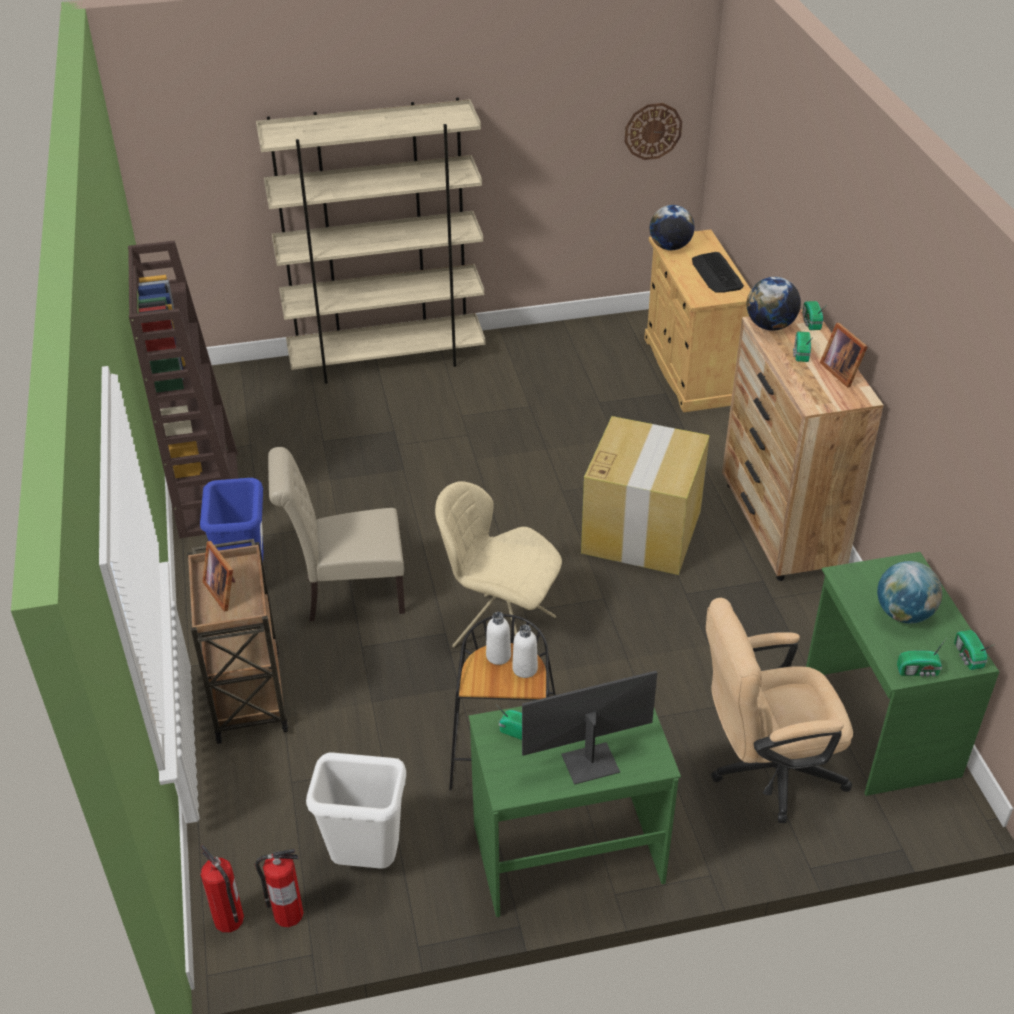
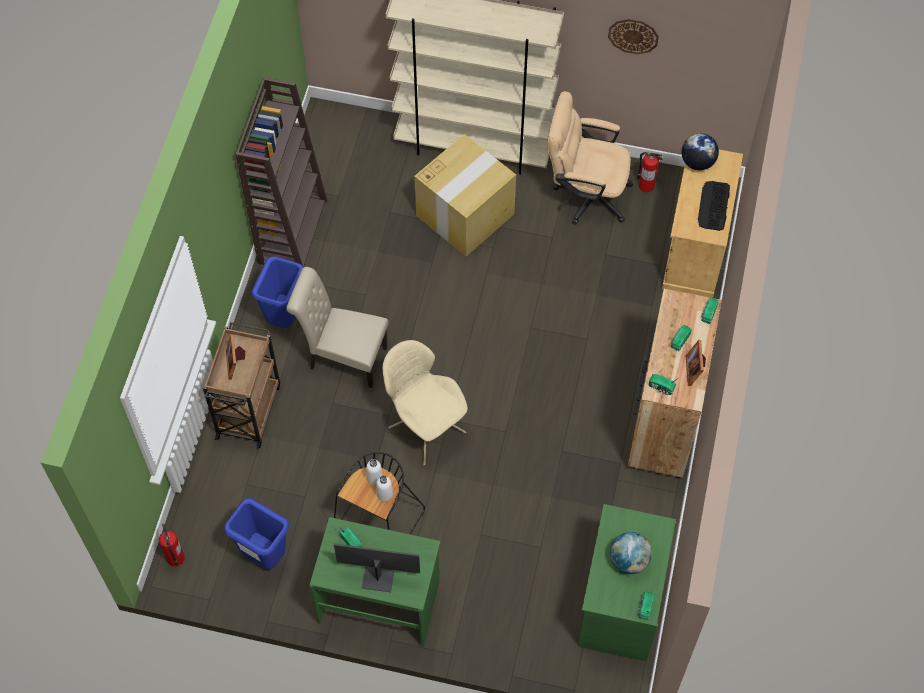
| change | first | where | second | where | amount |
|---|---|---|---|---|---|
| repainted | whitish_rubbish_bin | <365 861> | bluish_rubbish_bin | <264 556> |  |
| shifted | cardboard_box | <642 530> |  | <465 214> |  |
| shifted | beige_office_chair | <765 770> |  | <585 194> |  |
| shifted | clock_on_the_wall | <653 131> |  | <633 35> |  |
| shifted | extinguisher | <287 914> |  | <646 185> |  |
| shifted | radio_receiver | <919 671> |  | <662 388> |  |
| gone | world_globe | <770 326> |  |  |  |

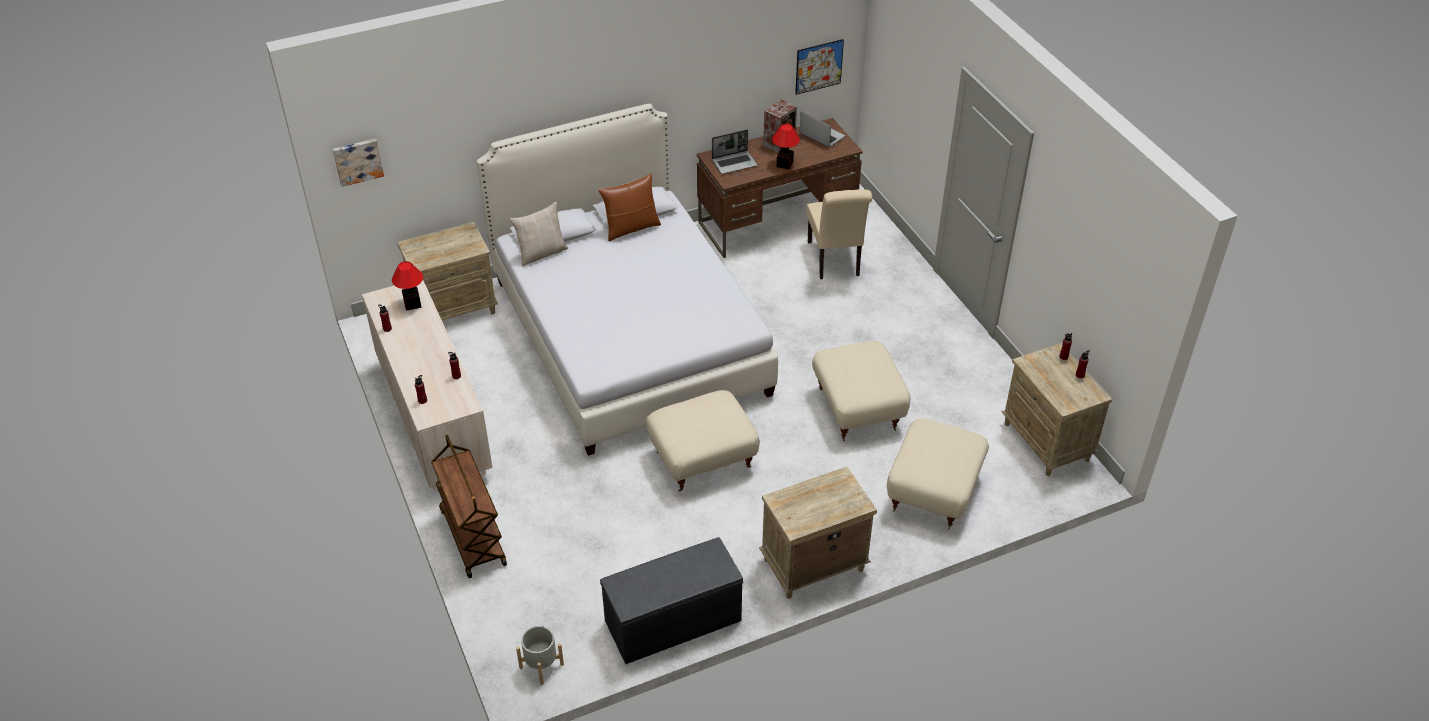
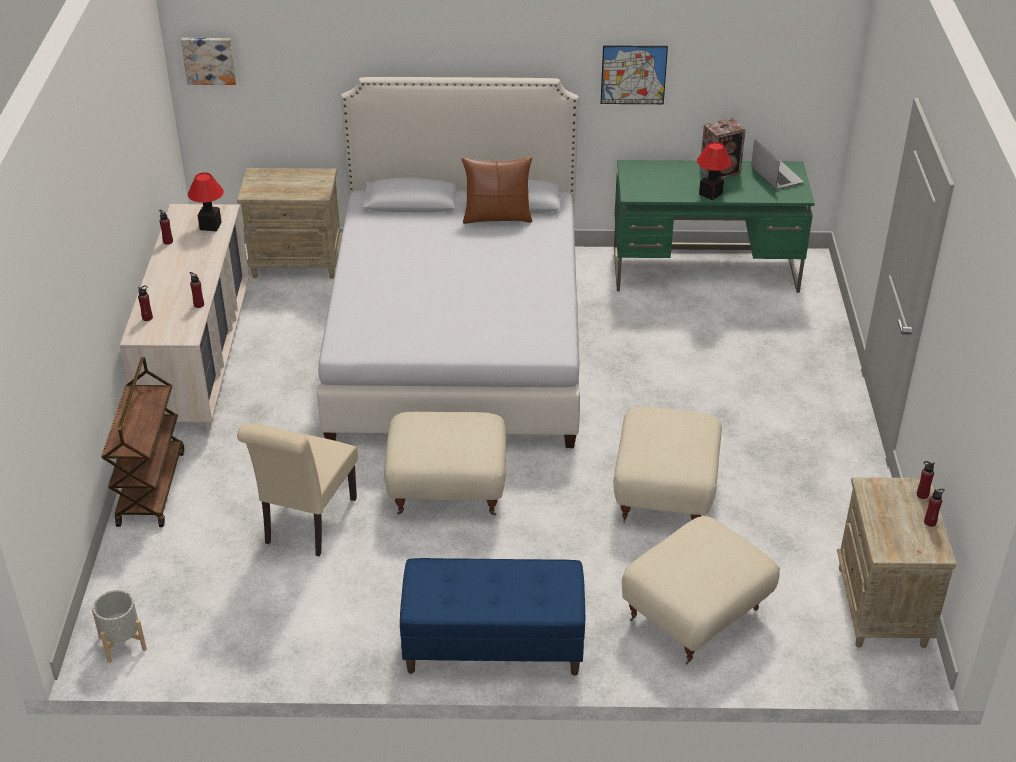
| change | first | where | second | where | amount |
|---|---|---|---|---|---|
| shifted | beige_chair | <835 261> |  | <307 524> |  |
| swapped | beige_bedside_table | <813 565> | bluish_bench | <492 646> |  |
| shifted | wall_art | <819 66> |  | <633 74> |  |
| repainted | brown_desk | <777 221> | green-coloured_desk | <705 270> |  |
| gone | beige_throw_pillow | <541 253> |  |  |  |
| gone | gray_bench | <672 622> |  |  |  |
| gone | portable_computer | <734 163> |  |  |  |

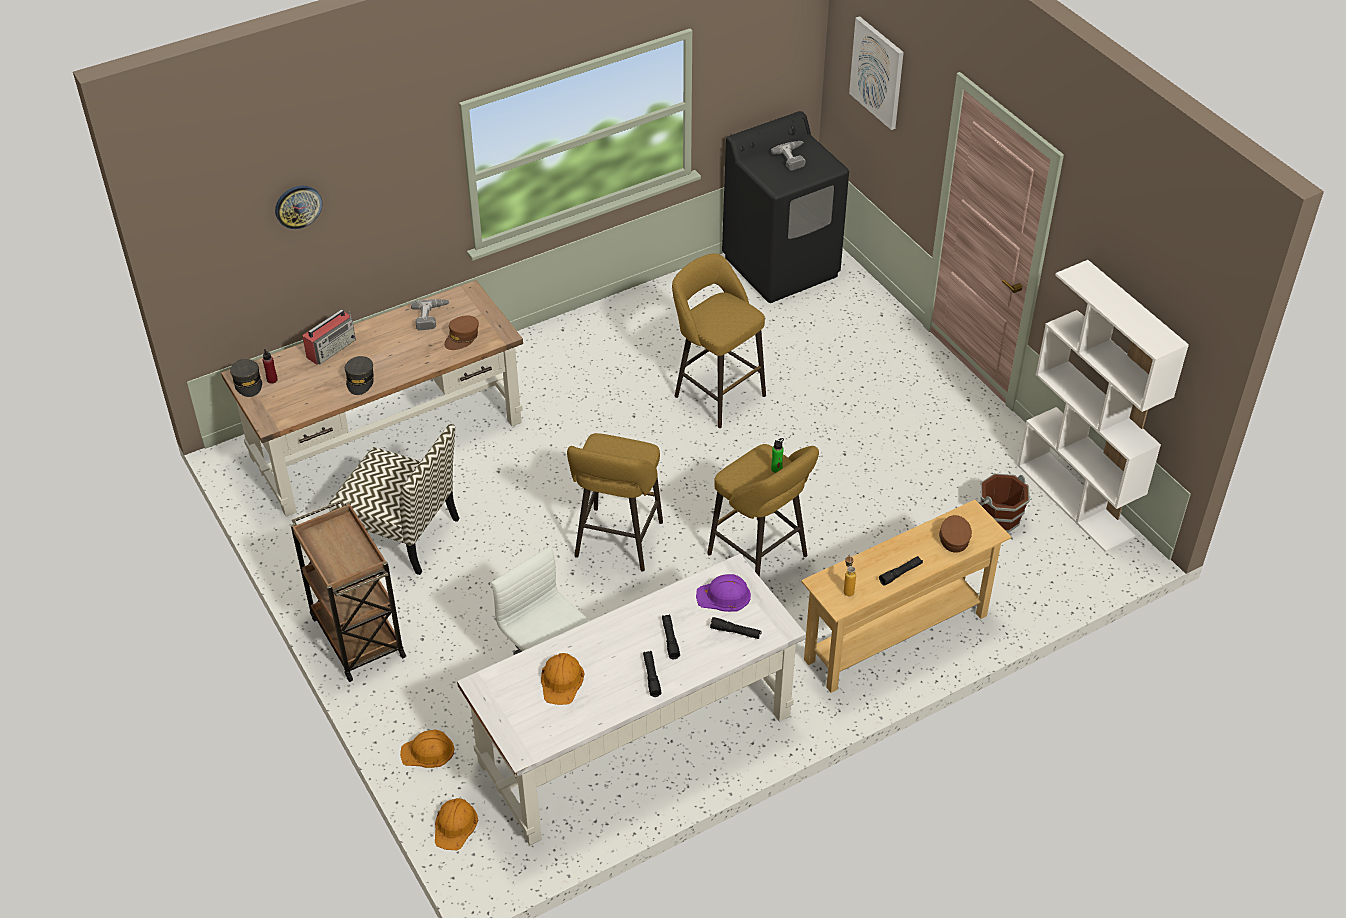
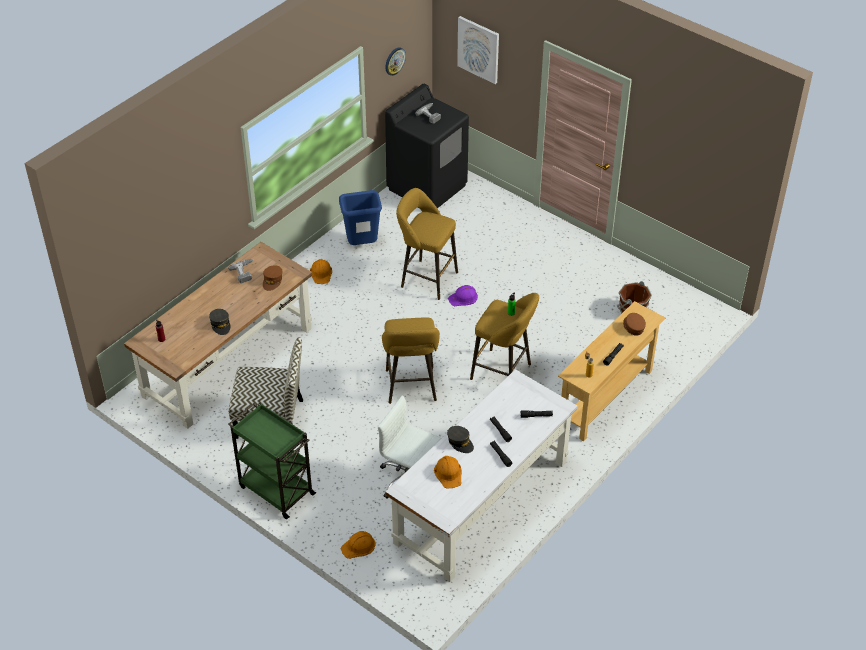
| change | first | where | second | where | amount |
|---|---|---|---|---|---|
| repainted | brown_wheeled_cart | <356 635> | green-coloured_wheeled_cart | <275 489> |  |
| shifted | orangey_hard_hat | <455 825> |  | <321 273> |  |
| new |  |  | bluish_rubbish_bin | <362 245> |  |
| shifted | clock_on_the_wall | <298 206> |  | <394 61> |  |
| shifted | gray_baseball_cap | <248 382> |  | <460 442> |  |
| shifted | purple-coloured_hard_hat | <724 596> |  | <463 298> |  |
| gone | radio_receiver | <332 348> |  |  |  |
| gone | whitish_shelving_unit | <1076 501> |  |  |  |

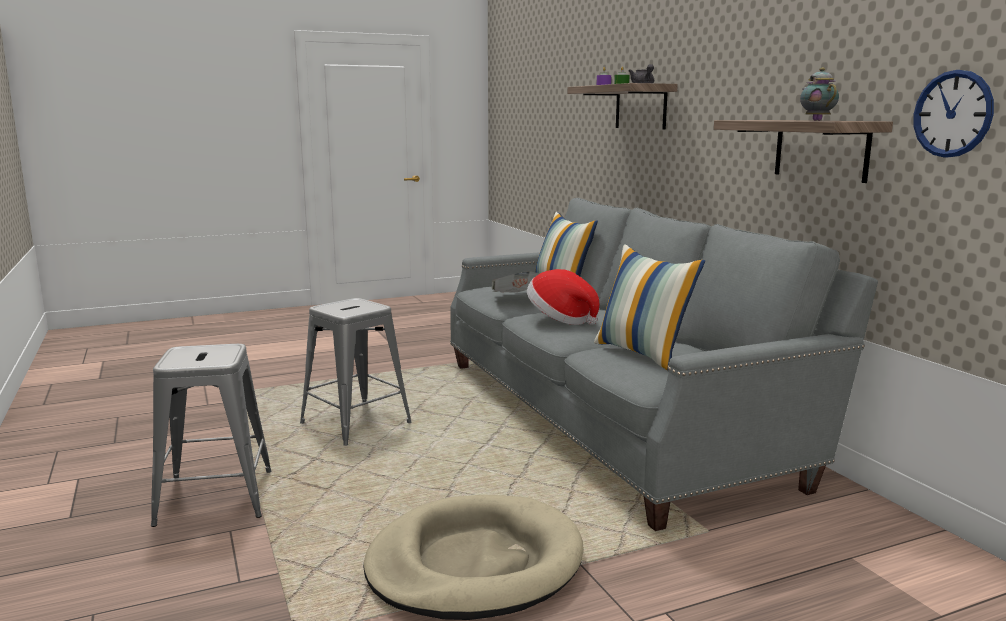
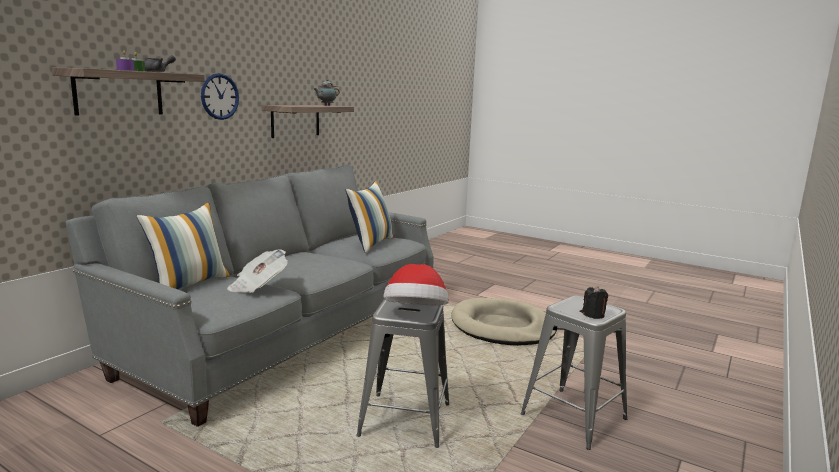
| change | first | where | second | where | amount |
|---|---|---|---|---|---|
| shifted | clock_on_the_wall | <952 114> |  | <220 96> |  |
| shifted | wearable_hat | <560 319> |  | <416 314> |  |
| new |  |  | blackish_wax_light | <593 315> |  |

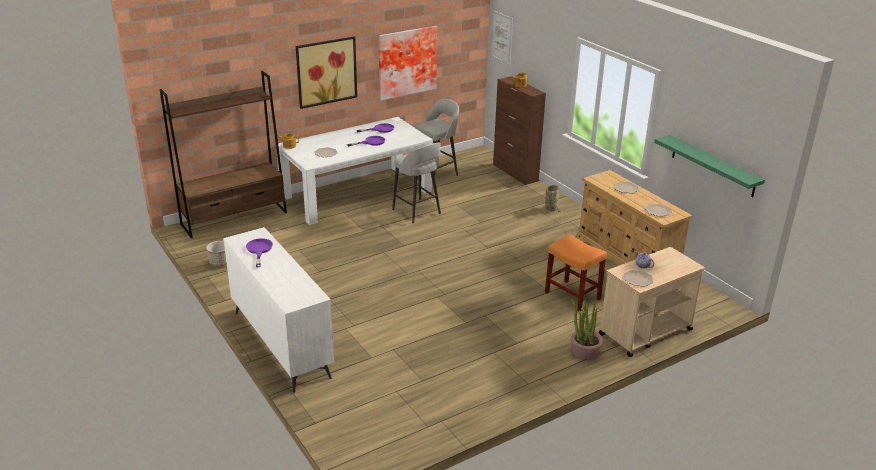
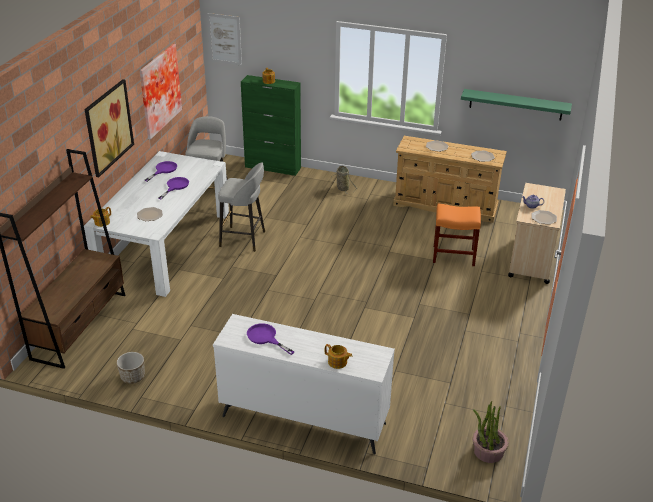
| change | first | where | second | where | amount |
|---|---|---|---|---|---|
| repainted | brown_storage_cabinet | <515 172> | green-coloured_storage_cabinet | <273 167> |  |
| new |  |  | tea_pot | <337 362> |  |
| shifted | potted_plant | <585 350> |  | <488 451> |  |

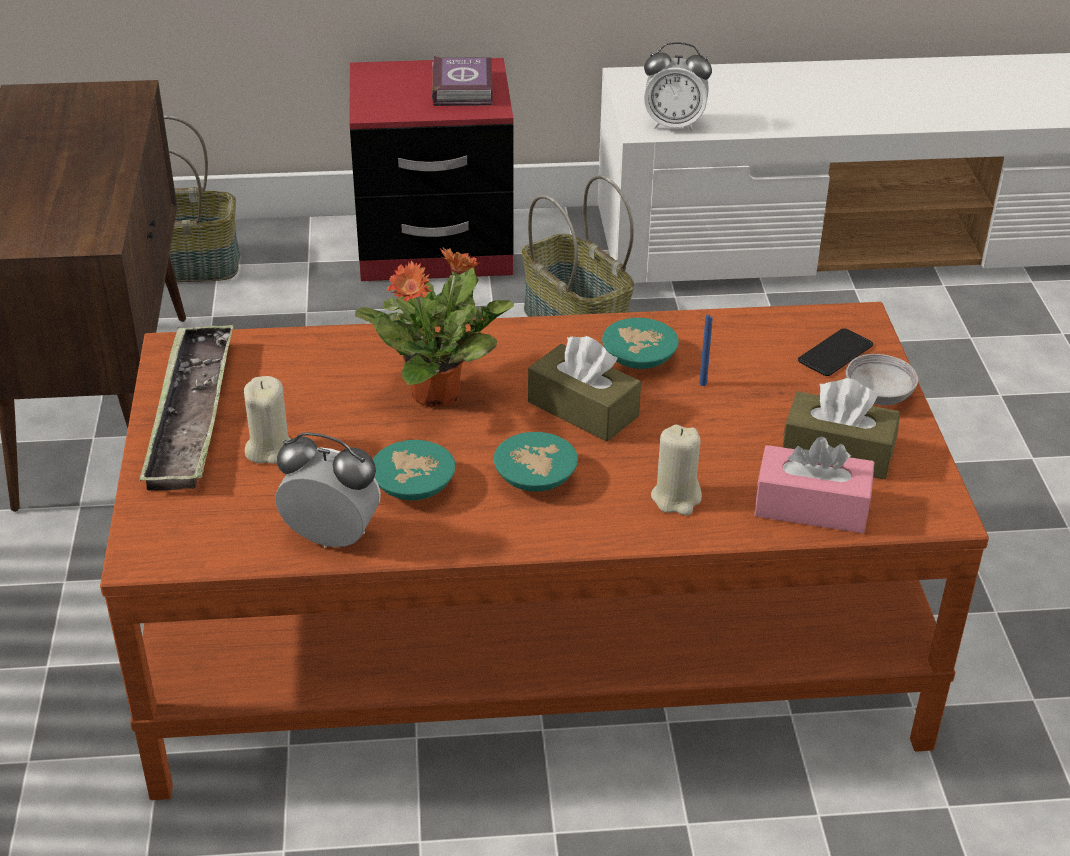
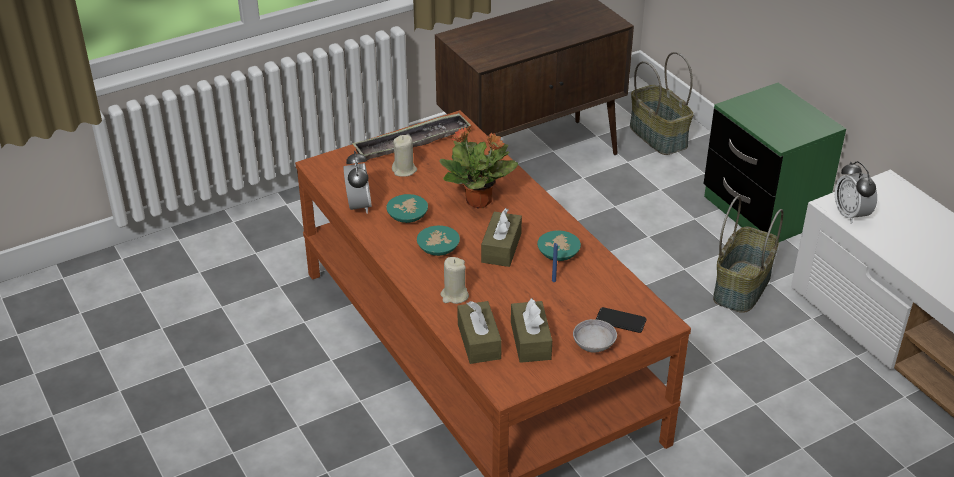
| change | first | where | second | where | amount |
|---|---|---|---|---|---|
| repainted | pinkish_box_of_tissues | <811 506> | brown_box_of_tissues | <479 341> |  |
| repainted | red-coloured_bedside_table | <434 247> | green-coloured_bedside_table | <763 210> |  |
| gone | bound_book | <464 88> |  |  |  |

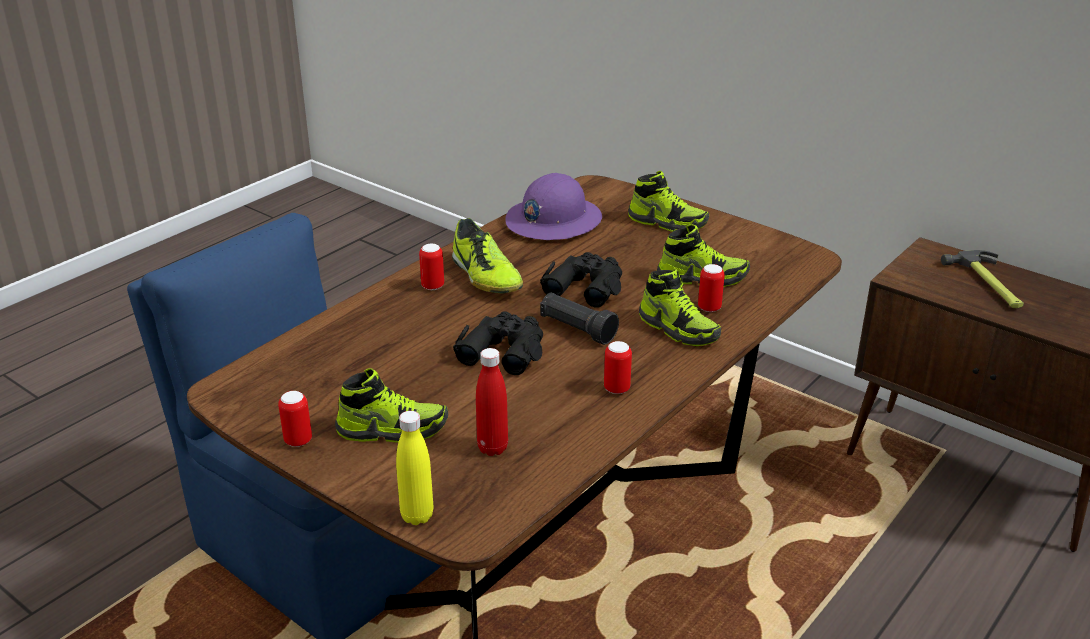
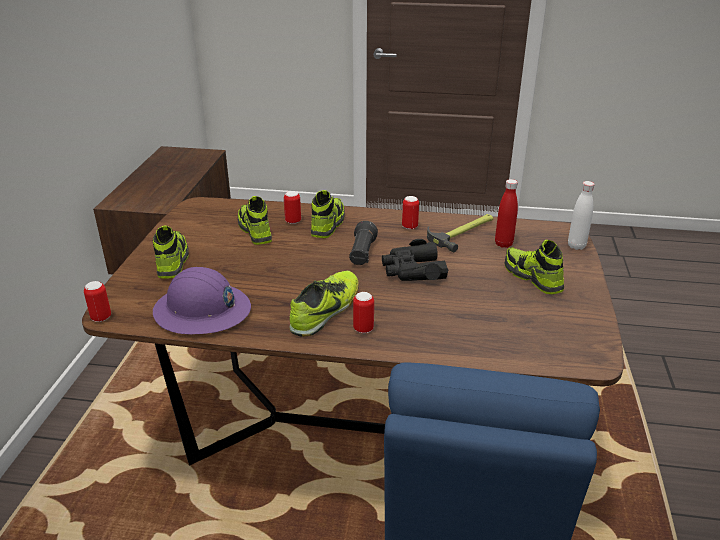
| change | first | where | second | where | amount |
|---|---|---|---|---|---|
| shifted | can | <298 441> |  | <101 317> |  |
| shifted | hand_hammer | <989 284> |  | <463 232> |  |
| repainted | yellowish_beverage_bottle | <417 516> | whitish_beverage_bottle | <576 246> |  |
| gone | blackish_binoculars | <586 286> |  |  |  |

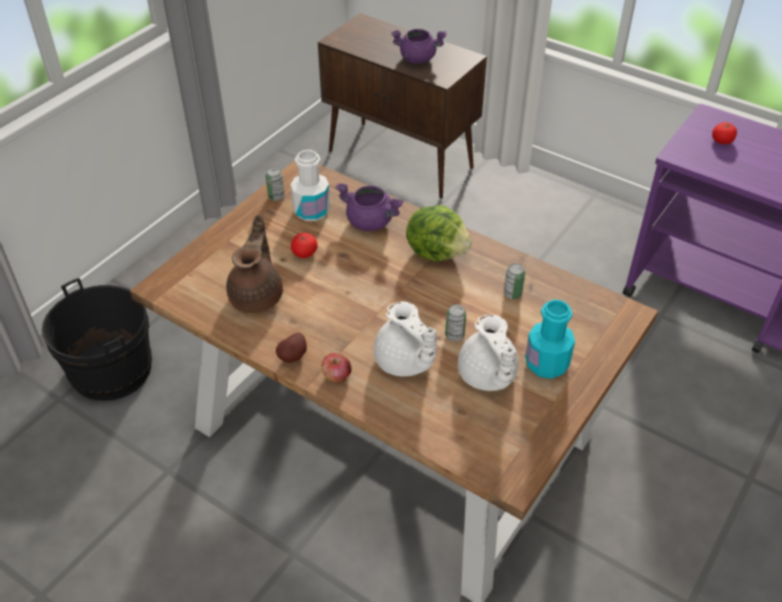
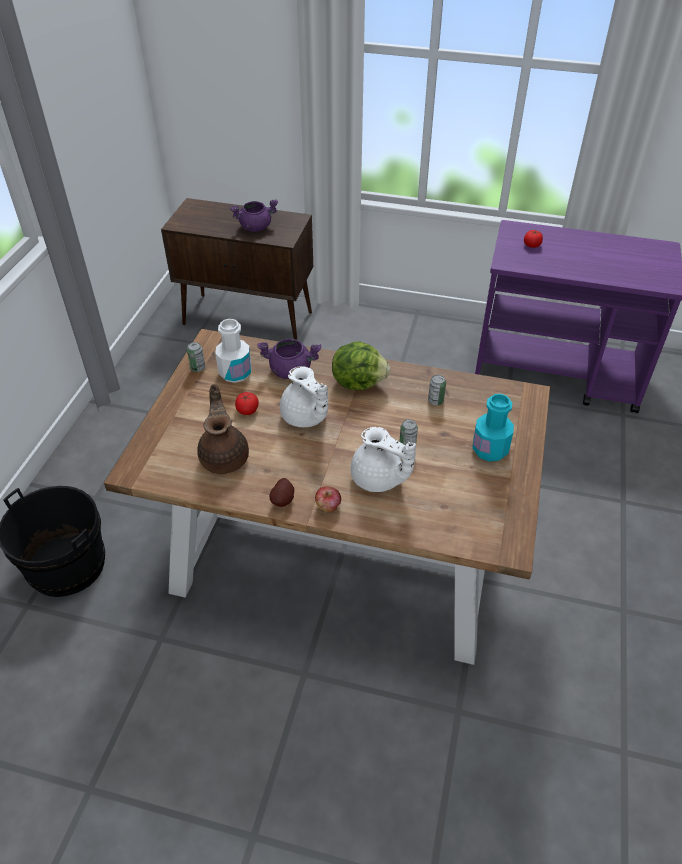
| change | first | where | second | where | amount |
|---|---|---|---|---|---|
| shifted | whitish_tea_pot | <487 376> |  | <305 418> |  |

